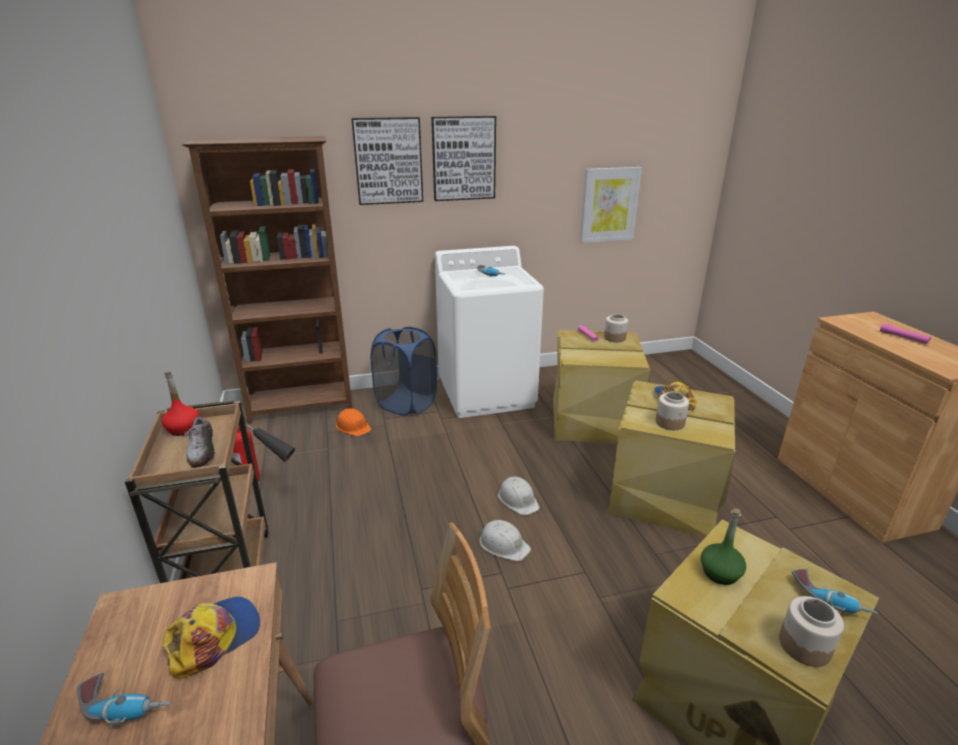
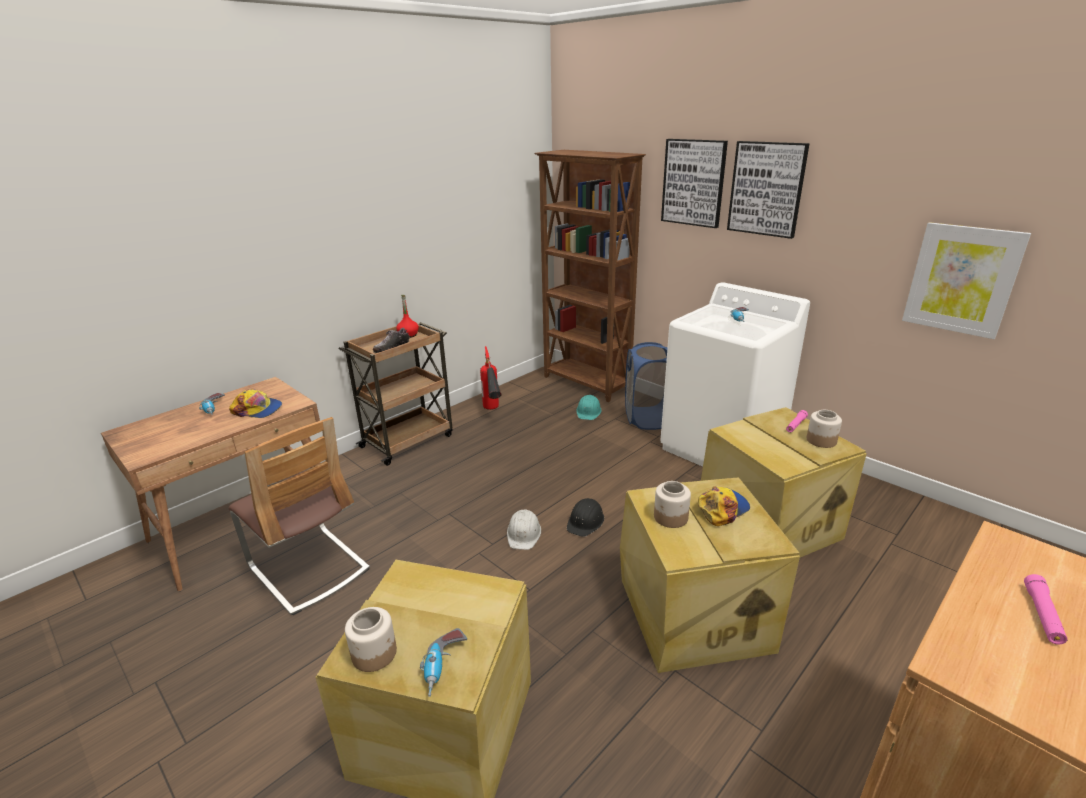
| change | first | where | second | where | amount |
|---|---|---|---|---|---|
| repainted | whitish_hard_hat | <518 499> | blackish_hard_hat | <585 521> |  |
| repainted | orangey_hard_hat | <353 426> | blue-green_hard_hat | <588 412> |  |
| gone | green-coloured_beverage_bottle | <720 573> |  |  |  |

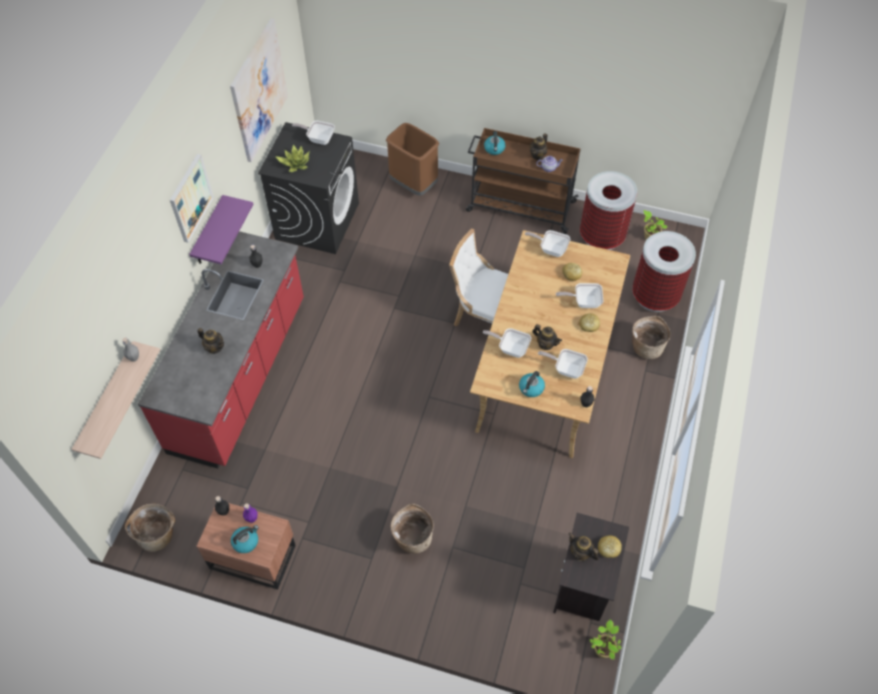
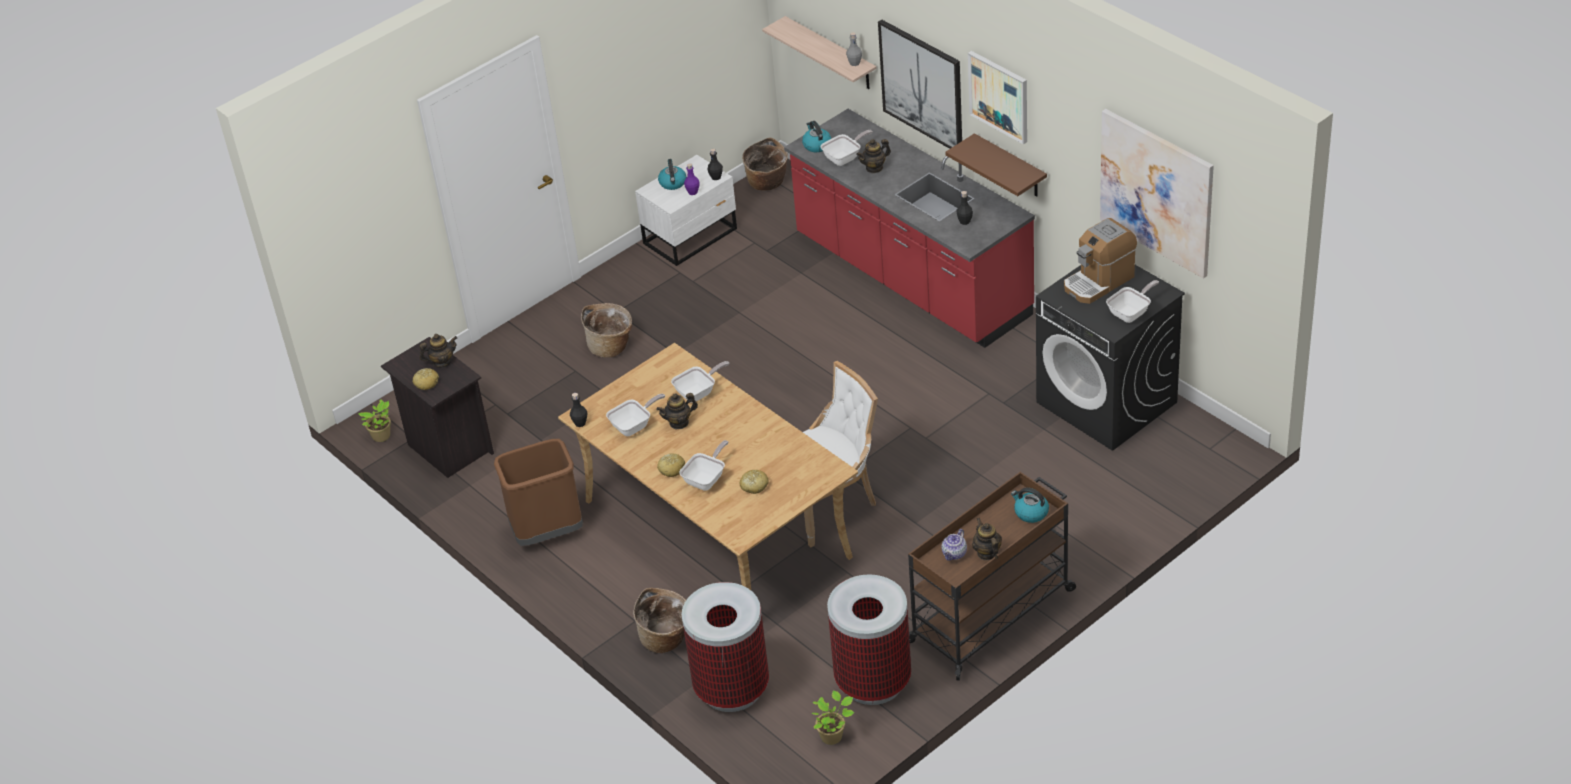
| change | first | where | second | where | amount |
|---|---|---|---|---|---|
| shifted | brown_rubbish_bin | <413 185> |  | <548 532> |  |
| repainted | brown_bedside_table | <252 555> | whitish_bedside_table | <692 236> |  |
| shifted | water_kettle | <531 388> |  | <816 145> |  |
| shifted | frying_pan | <550 249> |  | <845 158> |  |
| new |  |  | wall_art | <922 85> |  |
| repainted | purple-coloured_shelf | <208 232> | brown_shelf | <1010 167> |  |
| swapped | potted_plant | <295 163> | coffee_machine | <1098 281> |  |

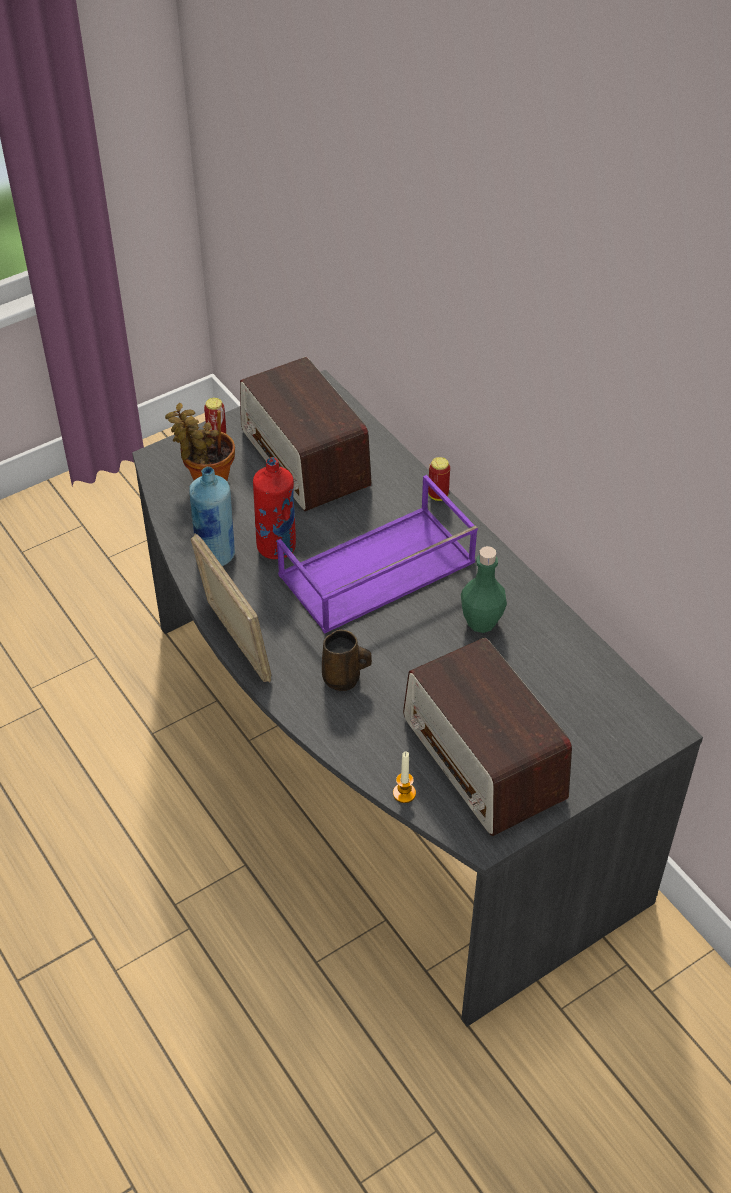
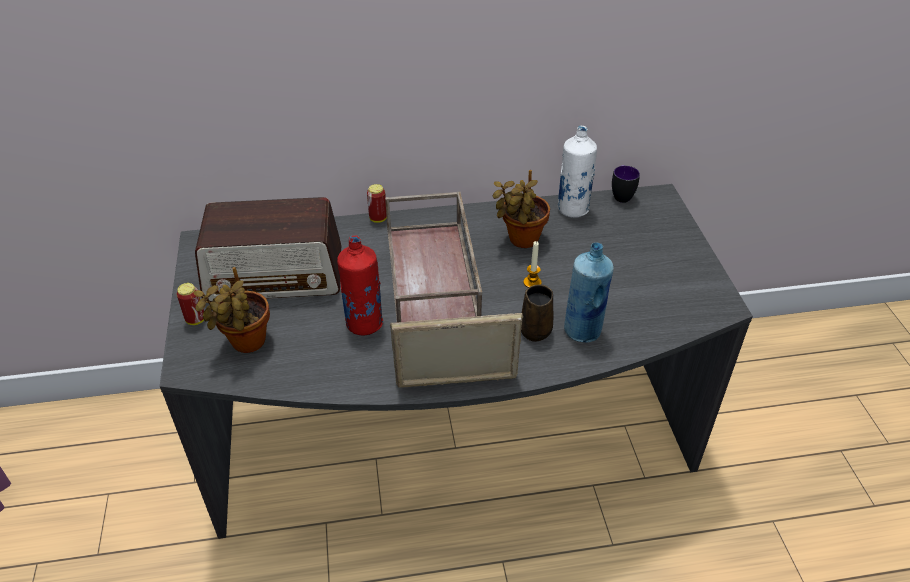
| change | first | where | second | where | amount |
|---|---|---|---|---|---|
| repainted | purple-coloured_serving_tray | <376 571> | brown_serving_tray | <433 275> |  |
| swapped | green-coloured_beverage_bottle | <481 622> | potted_plant | <520 240> |  |
| shifted | wax_light | <404 793> |  | <532 282> |  |
| new |  |  | whitish_beverage_bottle | <572 209> |  |
| shifted | bluish_beverage_bottle | <216 555> |  | <583 331> |  |
| new |  |  | tea_mug | <621 195> |  |
| gone | radio_receiver | <483 759> |  |  |  |

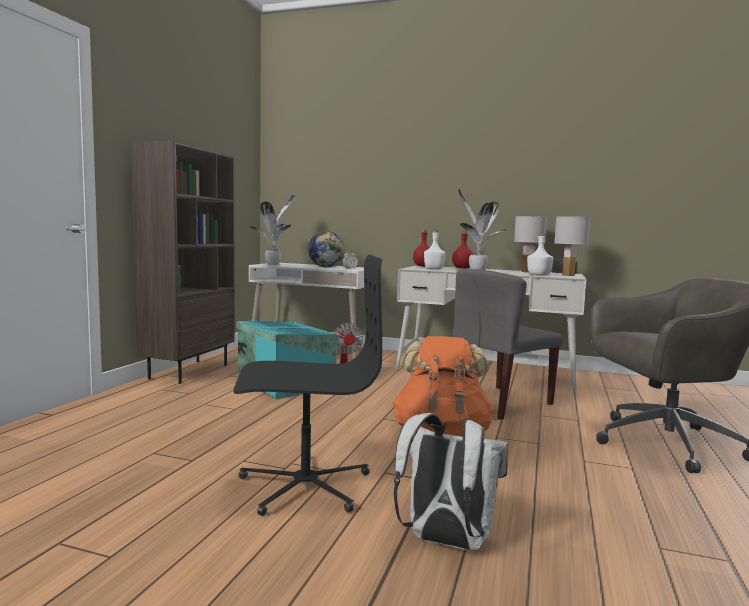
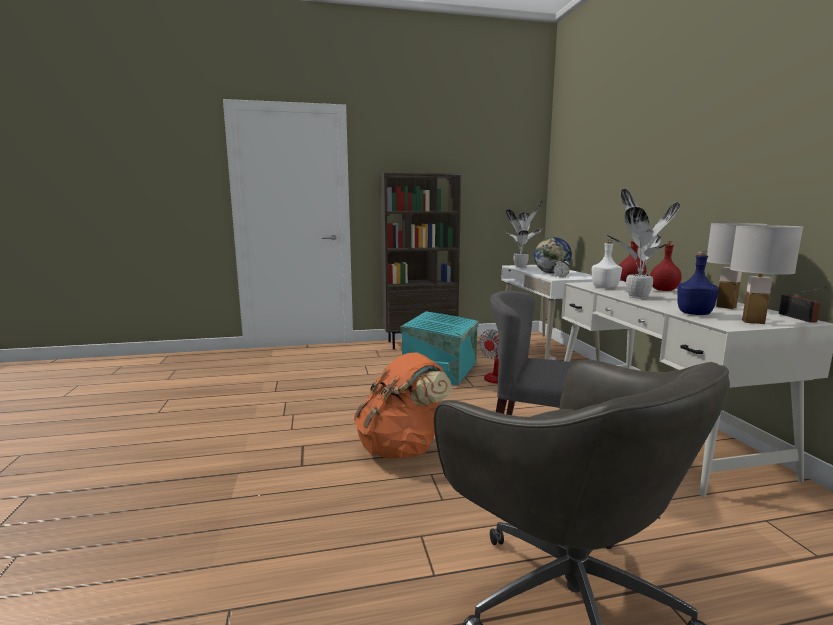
| change | first | where | second | where | amount |
|---|---|---|---|---|---|
| repainted | whitish_beverage_bottle | <539 275> | bluish_beverage_bottle | <695 313> |  |
| gone | blackish_office_chair | <304 485> |  |  |  |
| gone | whitish_knapsack | <445 541> |  |  |  |

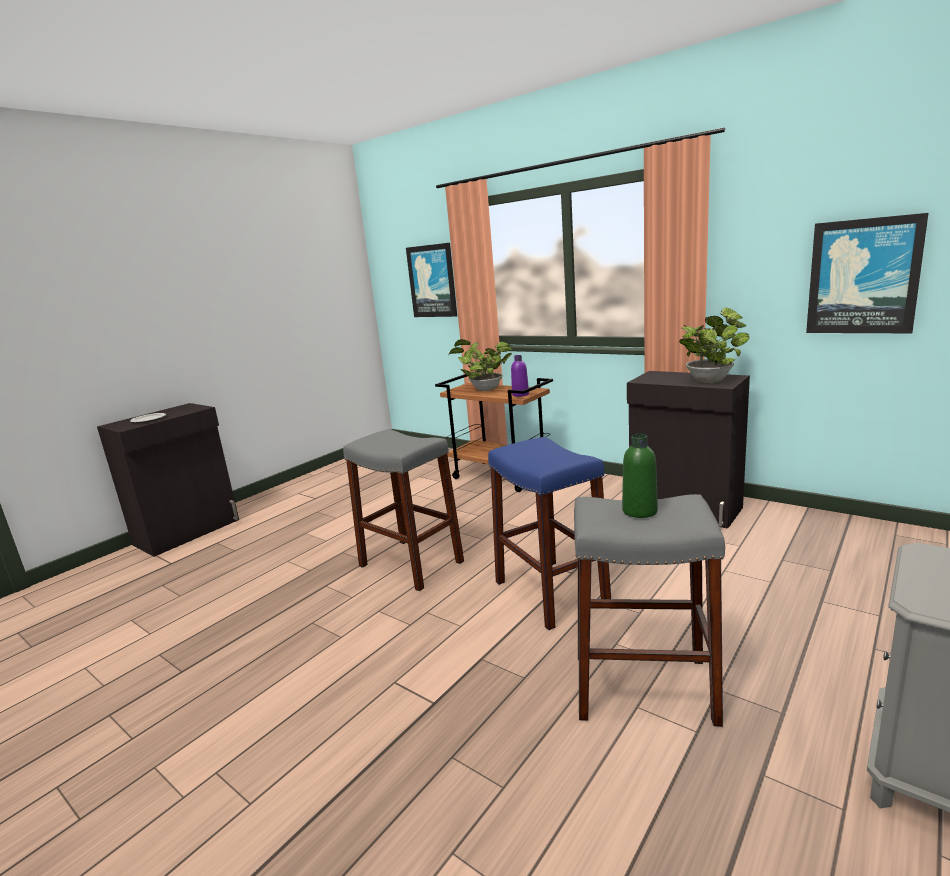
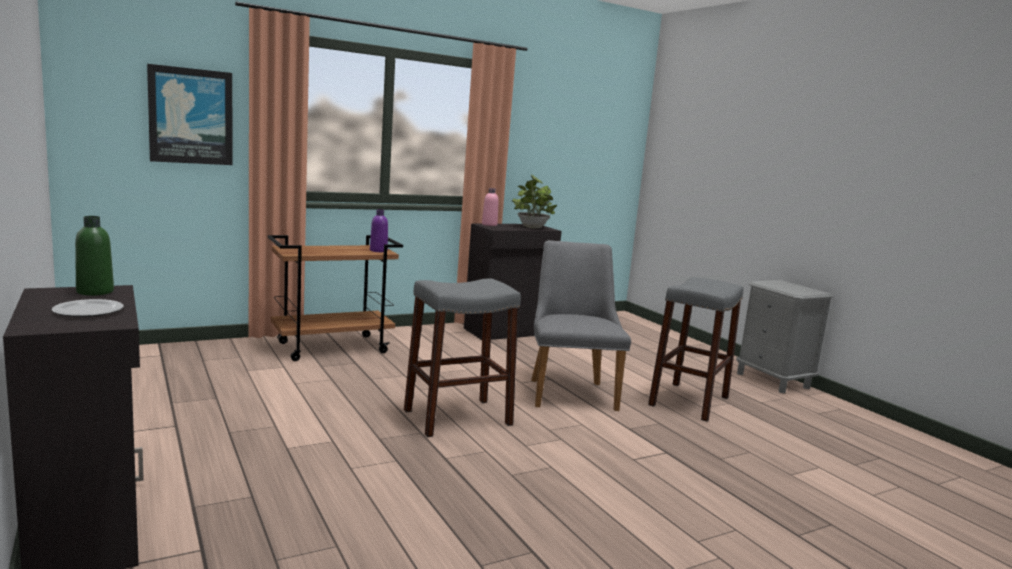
| change | first | where | second | where | amount |
|---|---|---|---|---|---|
| shifted | green-coloured_beverage_bottle | <639 511> |  | <95 292> |  |
| new |  |  | pinkish_beverage_bottle | <489 225> |  |
| swapped | bluish_stool_seat | <551 593> | gray_chair | <569 391> |  |
| gone | potted_plant | <483 389> |  |  |  |
| gone | wall_art | <863 277> |  |  |  |

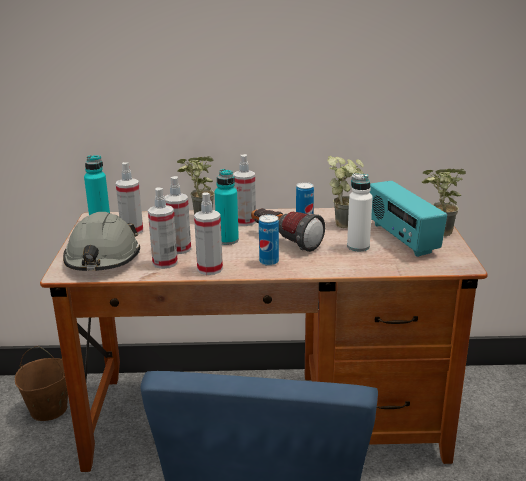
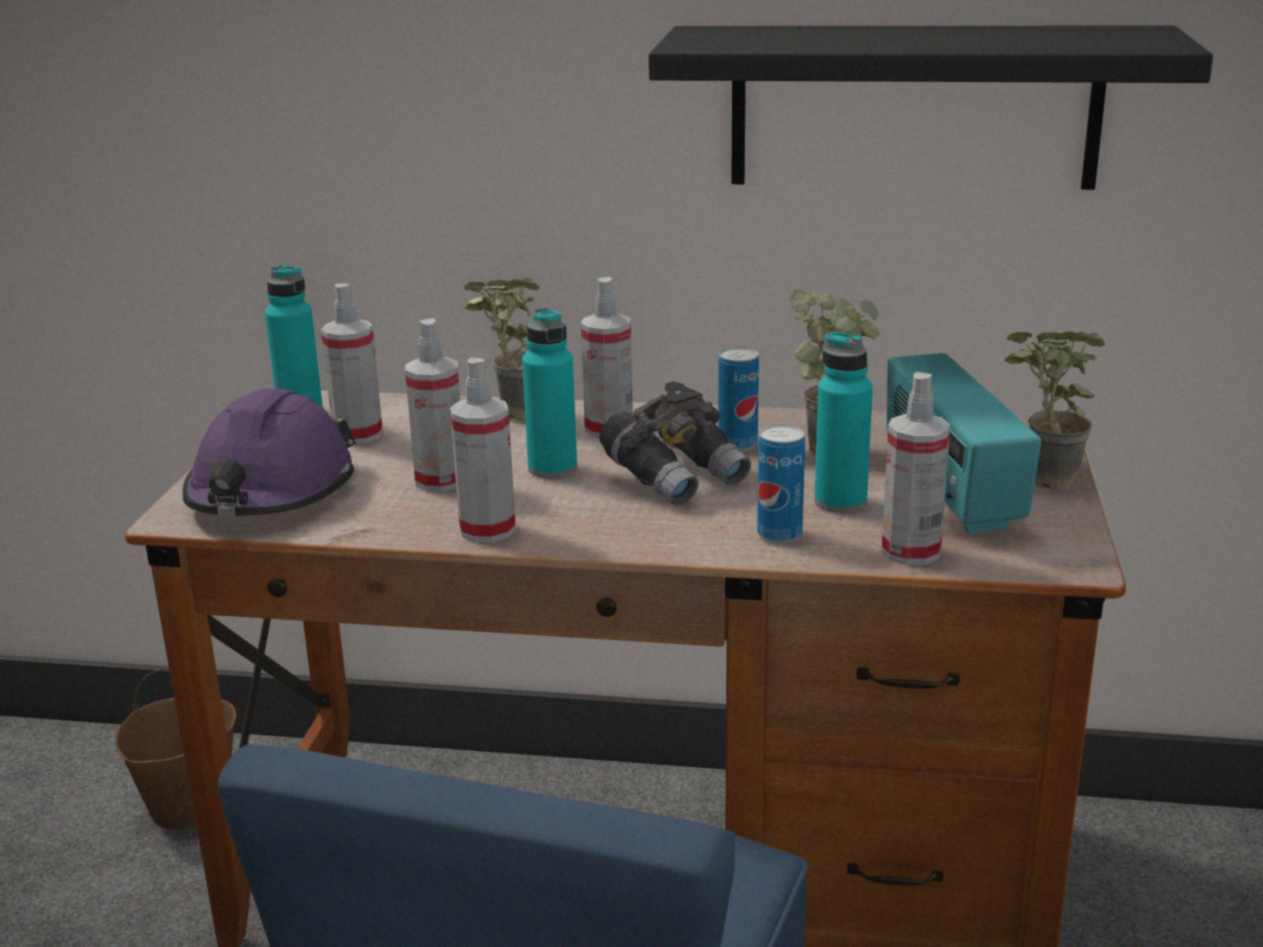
| change | first | where | second | where | amount |
|---|---|---|---|---|---|
| repainted | gray_hard_hat | <102 259> | purple-coloured_hard_hat | <271 491> |  |
| swapped | hand_torch | <284 241> | gray_binoculars | <676 478> |  |
| new |  |  | blackish_shelf | <914 107> |  |
| shifted | can | <269 262> |  | <779 534> |  |
| repainted | whitish_beverage_bottle | <358 246> | blue-green_beverage_bottle | <840 502> |  |
| shifted | spray_bottle | <165 263> |  | <911 551> |  |

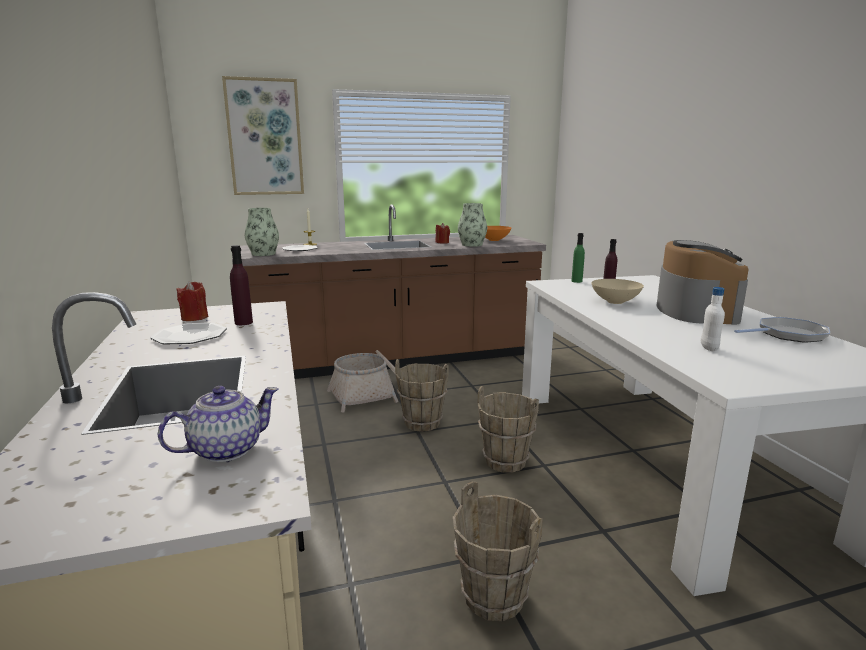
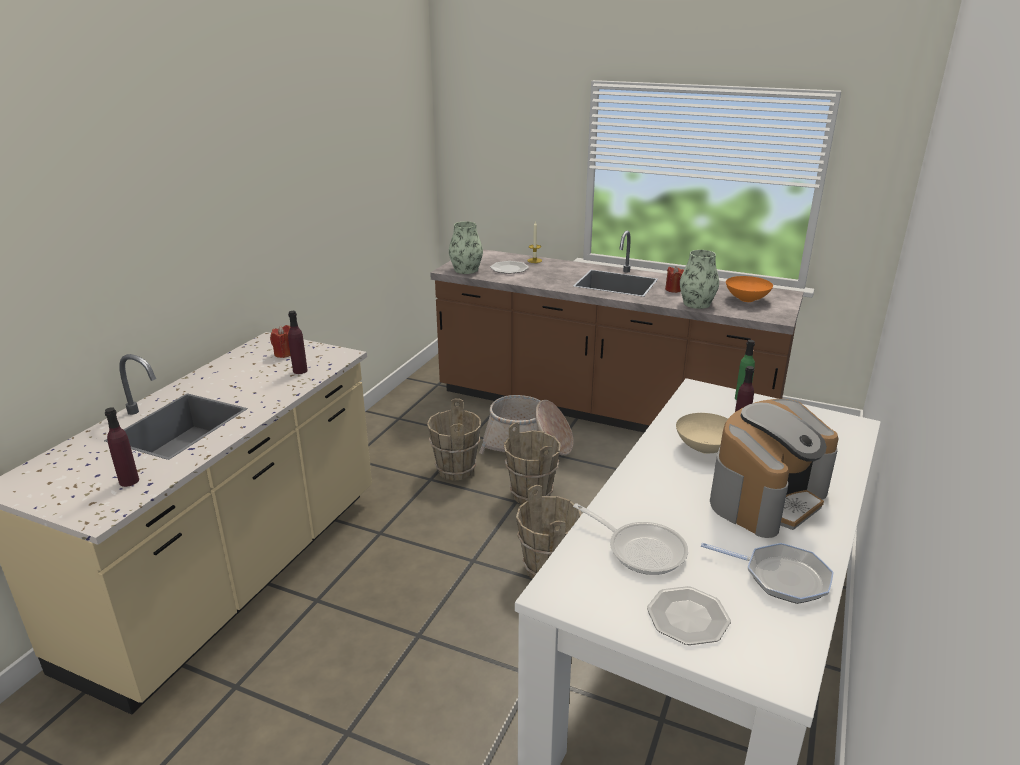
| change | first | where | second | where | amount |
|---|---|---|---|---|---|
| swapped | tea_pot | <225 450> | purple-coloured_beverage_bottle | <129 481> |  |
| shifted | brown_pail | <493 598> |  | <455 470> |  |
| swapped | whitish_beverage_bottle | <709 348> | frying_pan | <641 549> |  |
| shifted | plate | <190 336> |  | <688 617> |  |
| gone | wall_art | <265 137> |  |  |  |

